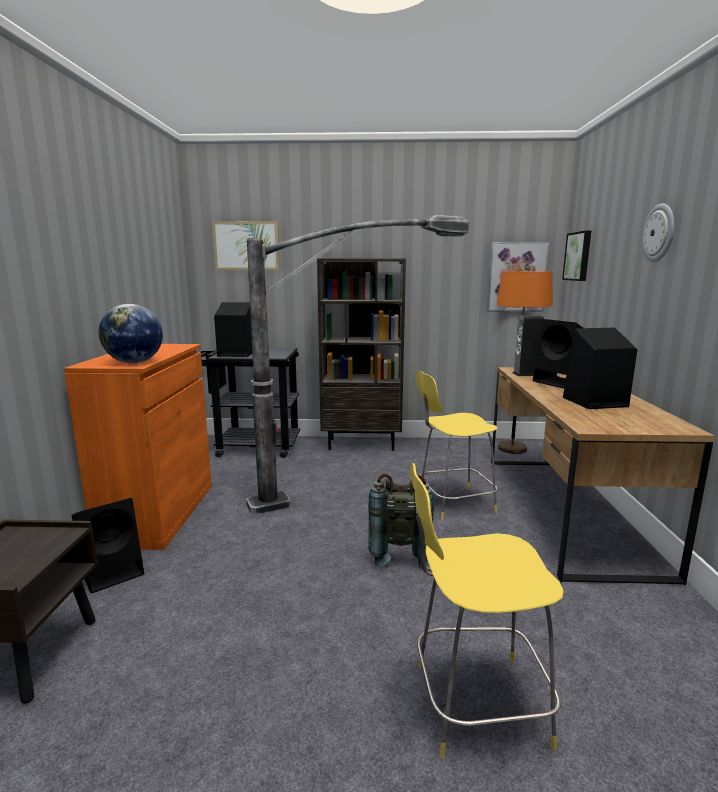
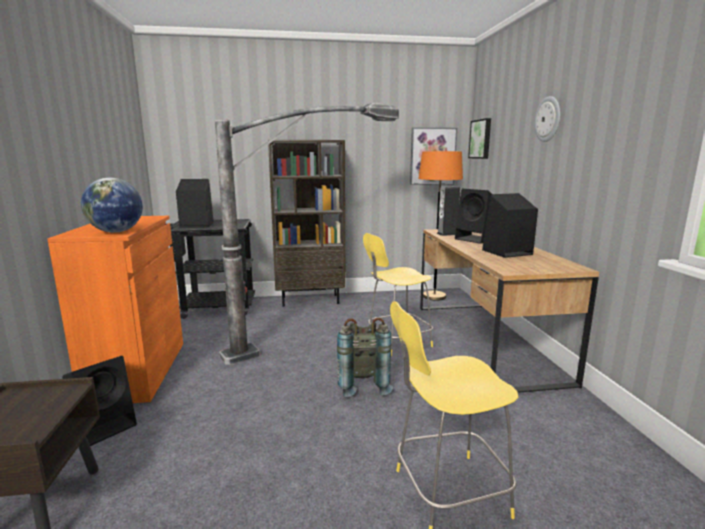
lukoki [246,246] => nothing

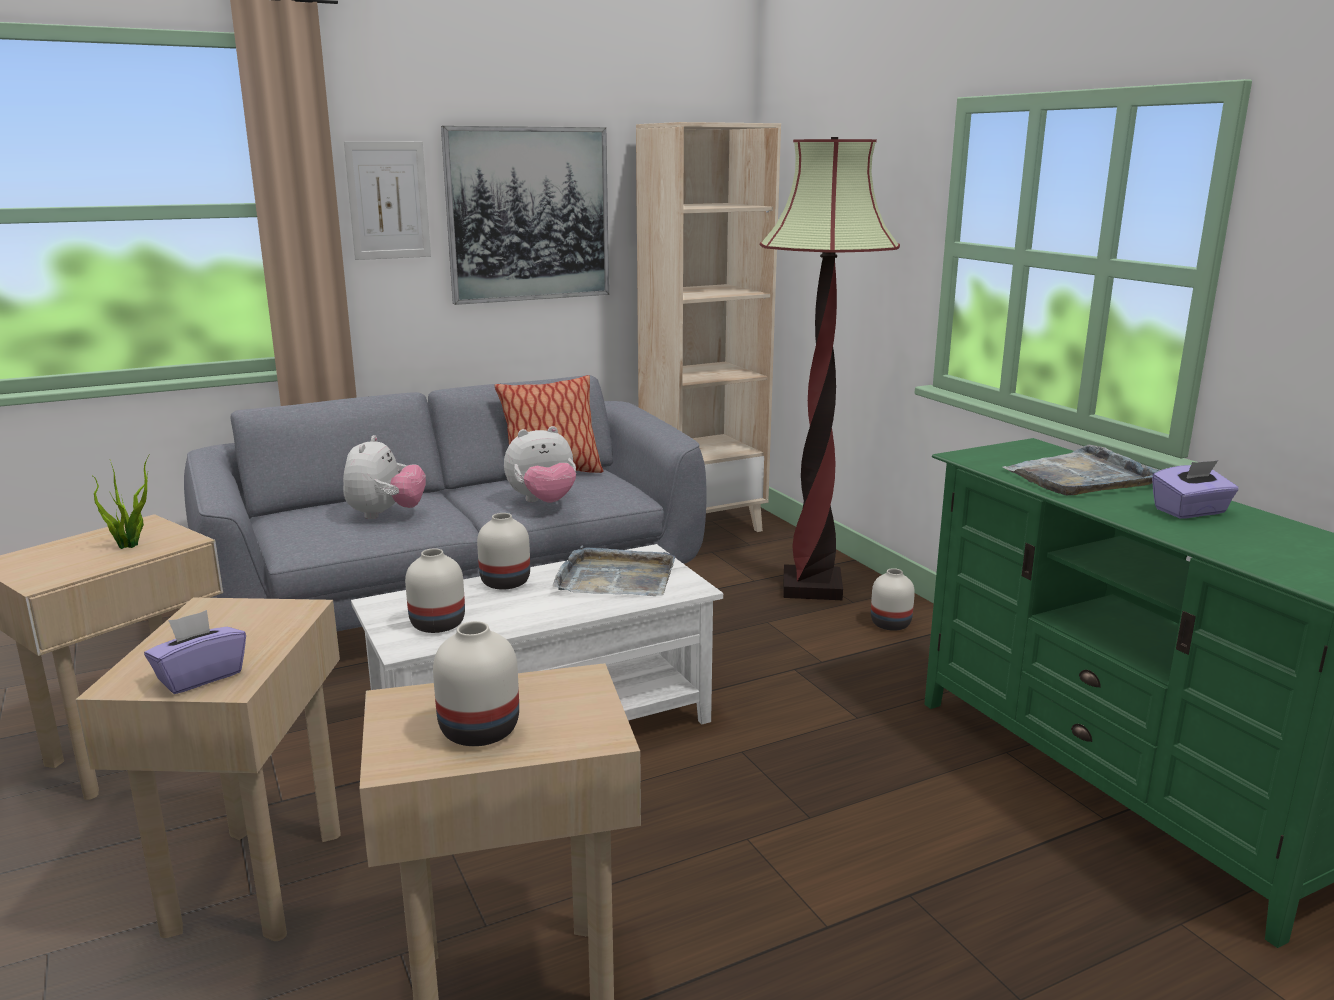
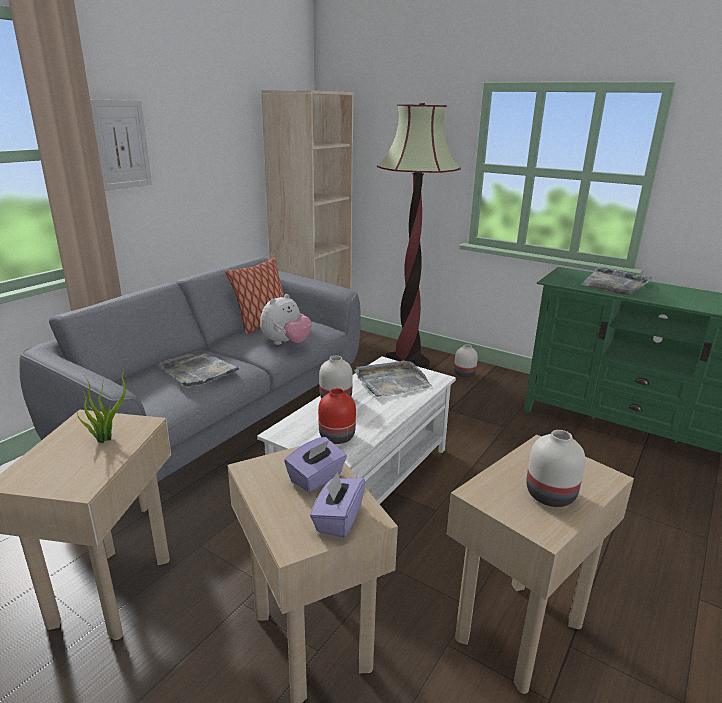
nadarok [385,514] => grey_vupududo [198,371]
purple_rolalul [1190,511] => purple_rolalul [316,478], shifted
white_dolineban [436,625] => red_dolineban [336,437]
lukoki [528,214] => nothing

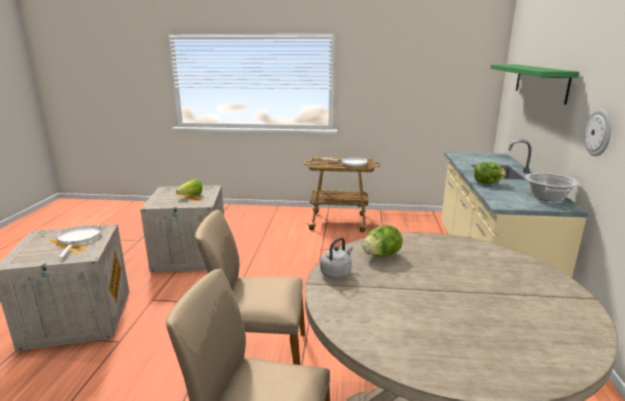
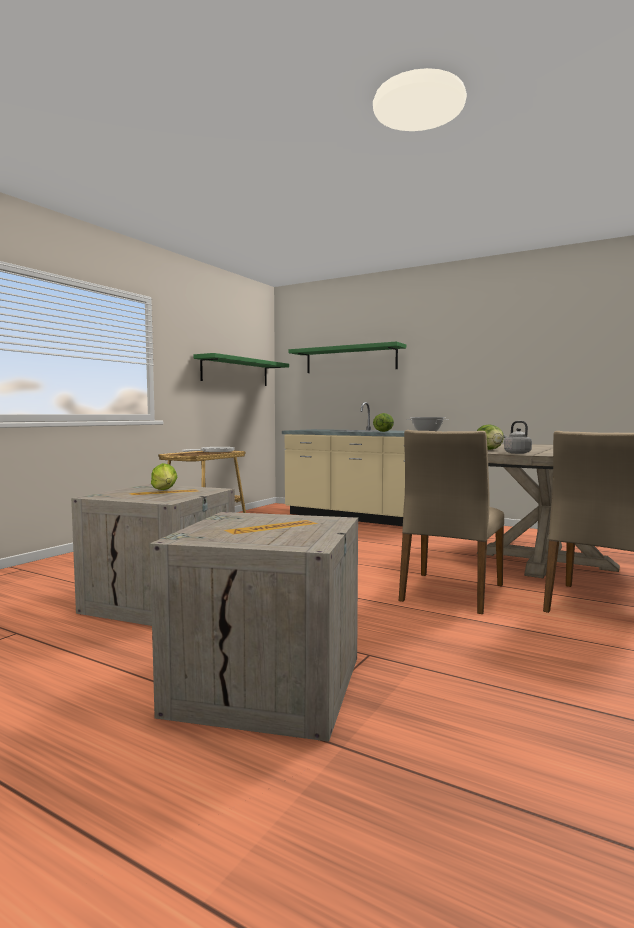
nothing => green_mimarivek [235,371]
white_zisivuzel [79,239] => nothing
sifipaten [599,133] => nothing

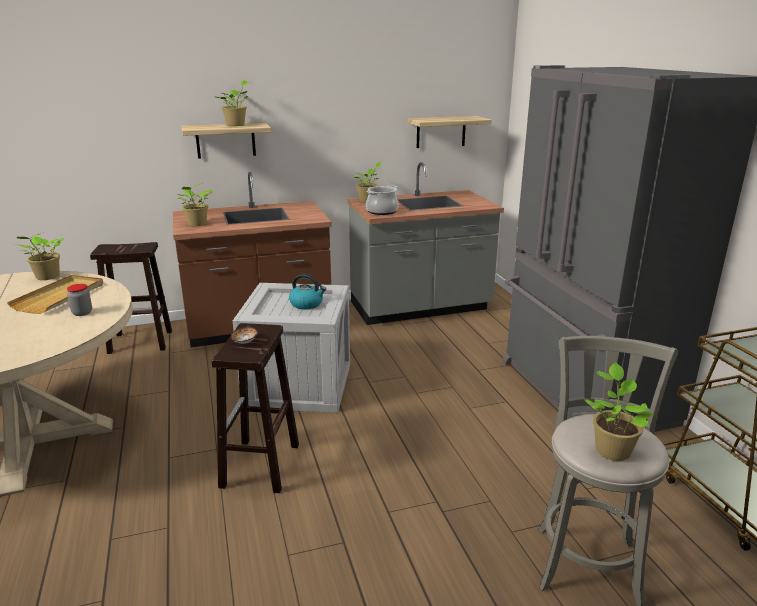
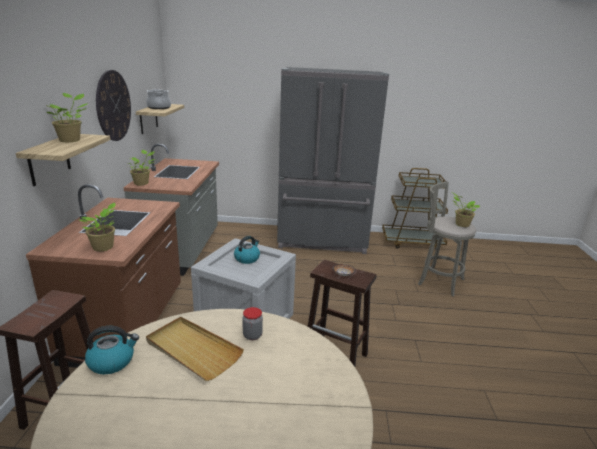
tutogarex [46,277] => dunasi [112,361]
nothing => sifipaten [113,106]
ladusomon [382,211] => ladusomon [159,107], shifted

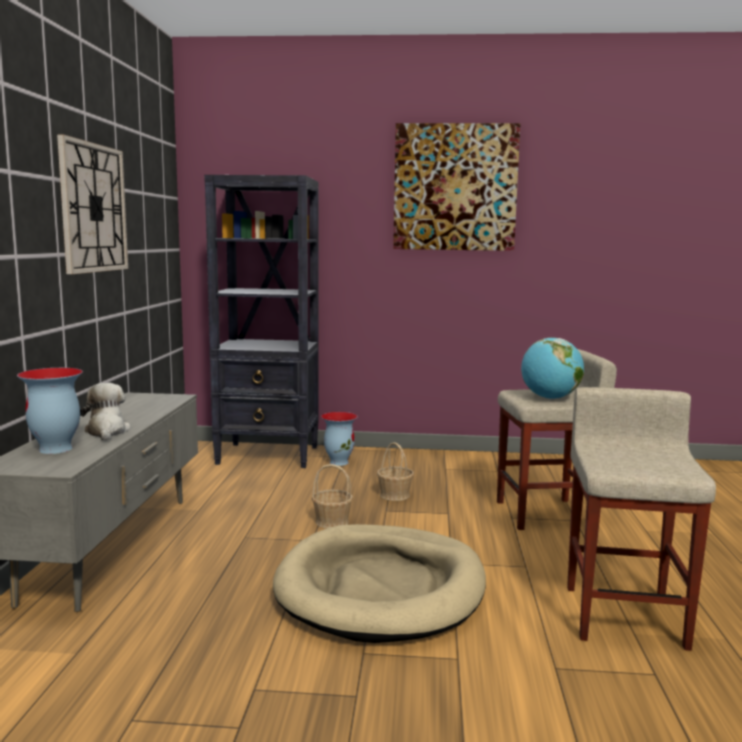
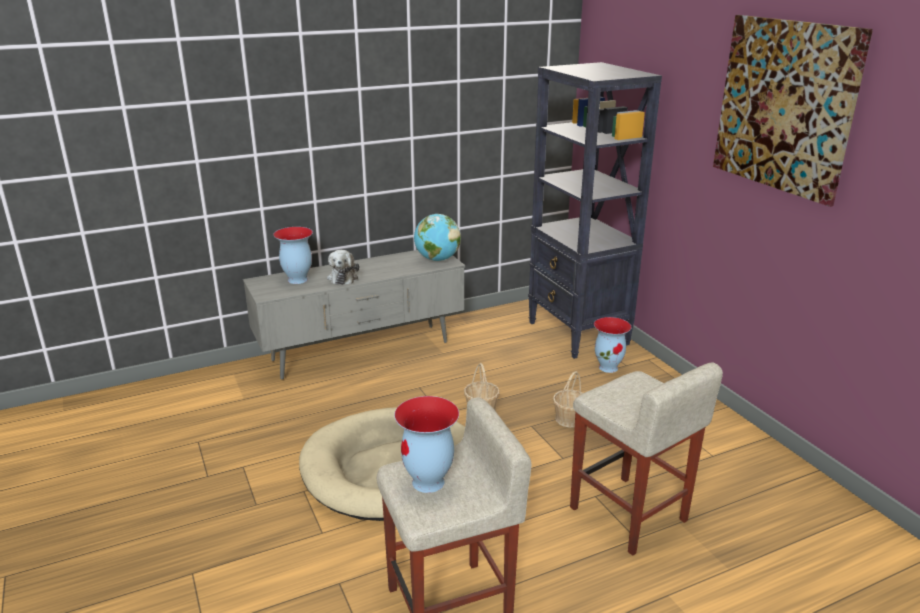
nadarok [107,432] => nadarok [343,277], 135 degrees clockwise
nothing => dolineban [429,482]
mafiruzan [550,398] => mafiruzan [437,259], shifted
sifipaten [93,208] => nothing

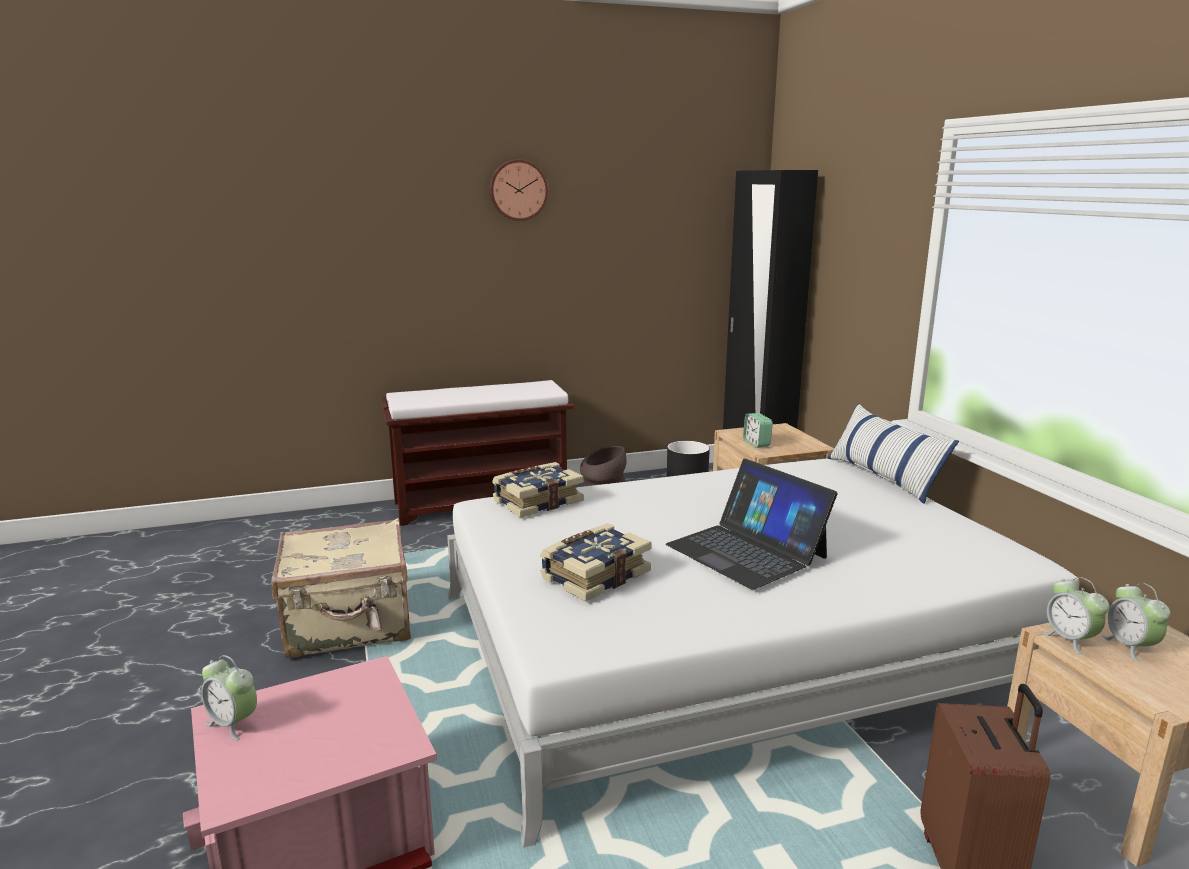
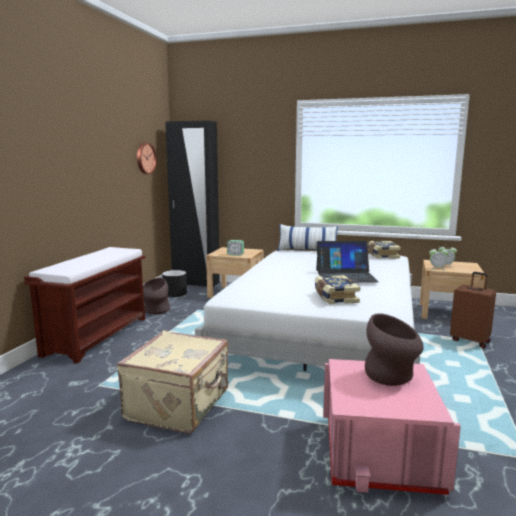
sifipaten [518,190] => sifipaten [145,158], shifted
nothing => brown_dolineban [391,377]
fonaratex [537,501] => fonaratex [382,255], shifted
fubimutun [233,723] => nothing

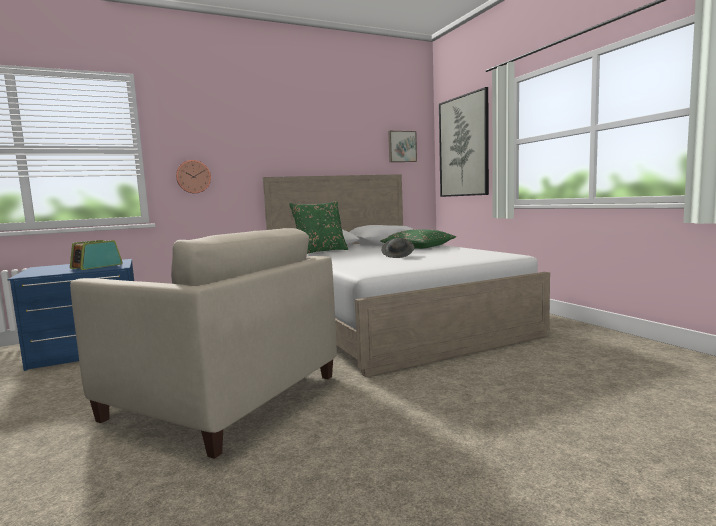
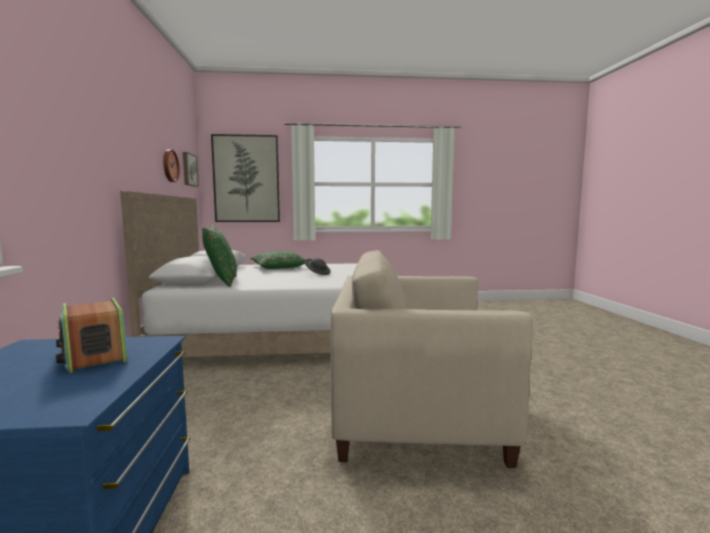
sifipaten [193,176] => sifipaten [169,165], shifted
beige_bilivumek [223,397] => beige_bilivumek [417,412], 135 degrees counterclockwise

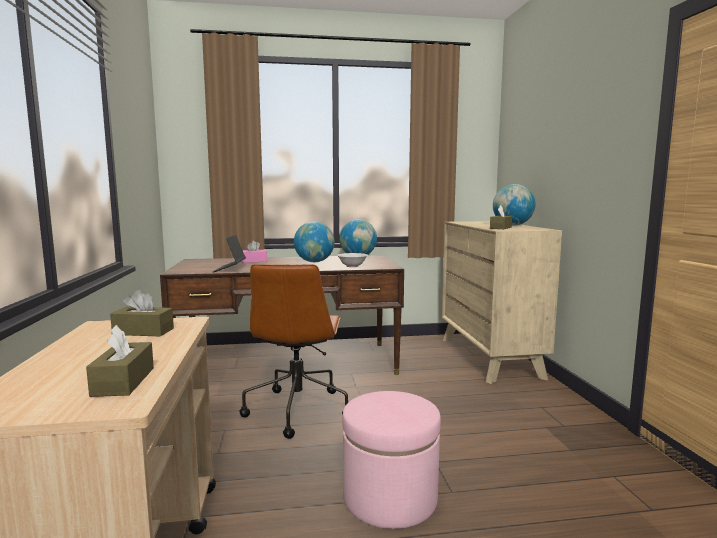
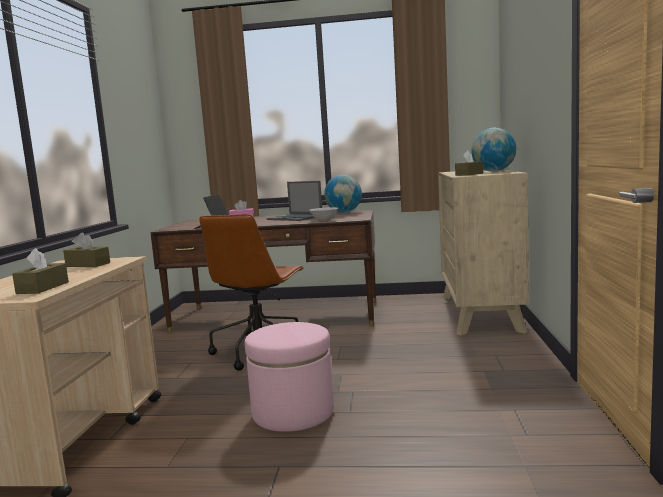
mafiruzan [314,262] => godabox [295,218]

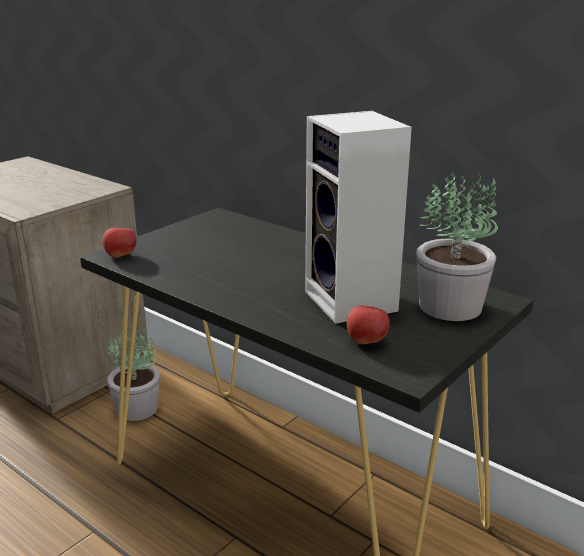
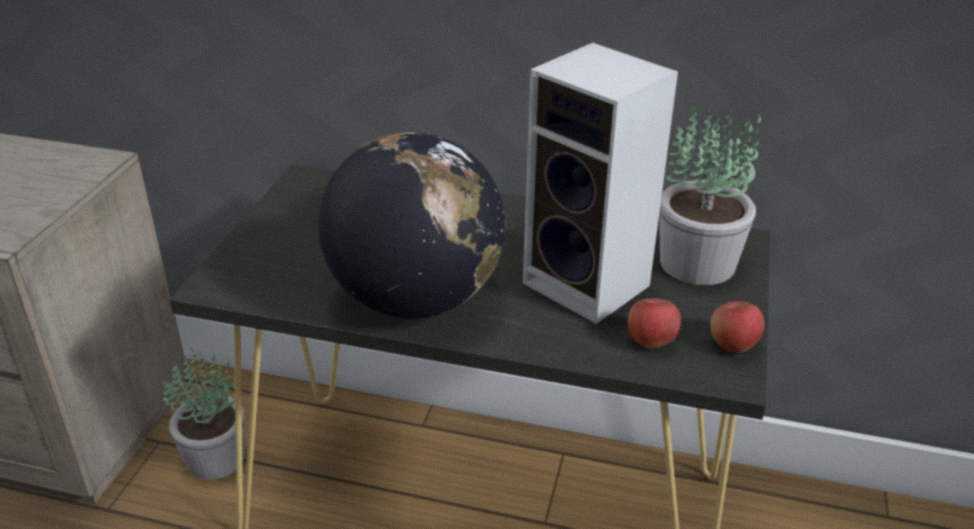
nothing => mafiruzan [416,299]
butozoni [120,256] => butozoni [733,345], shifted

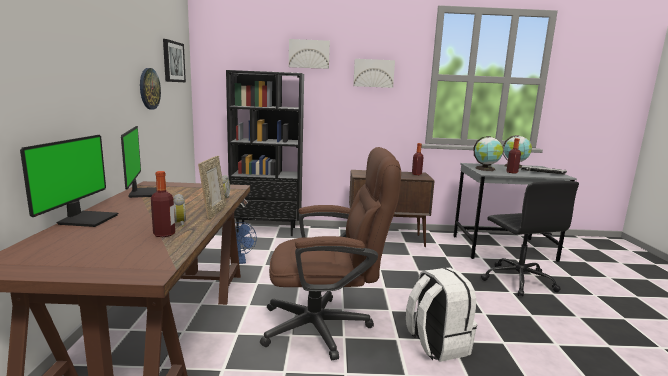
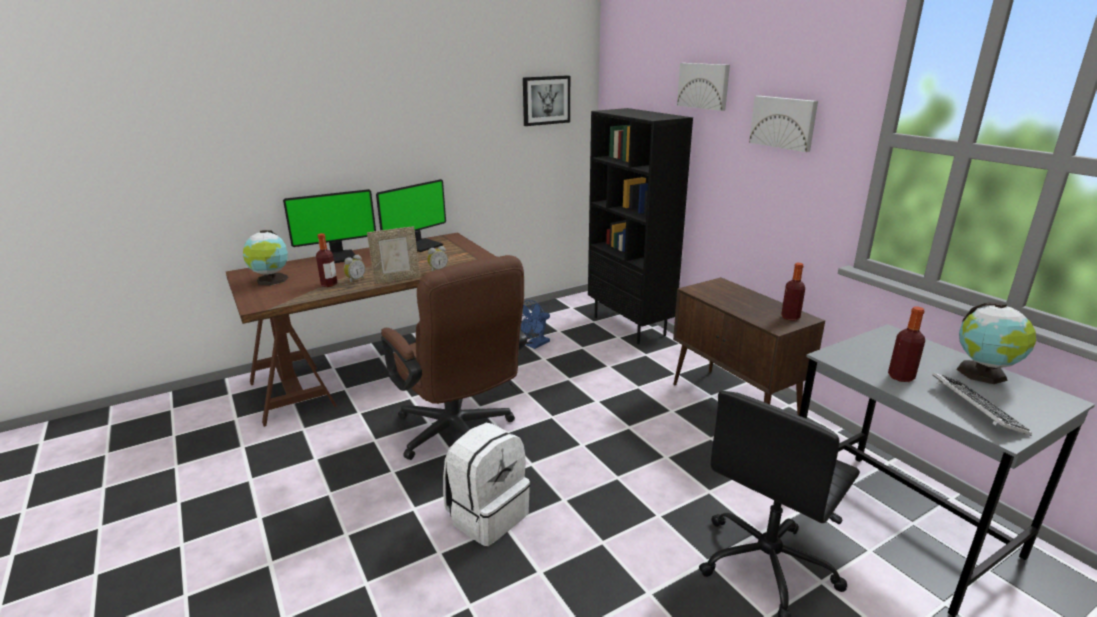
mafiruzan [486,169] => mafiruzan [271,280], shifted
sifipaten [149,88] => nothing

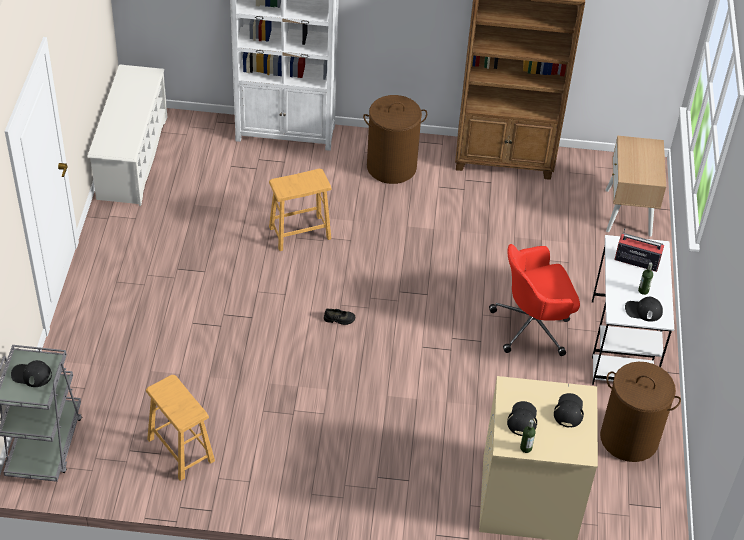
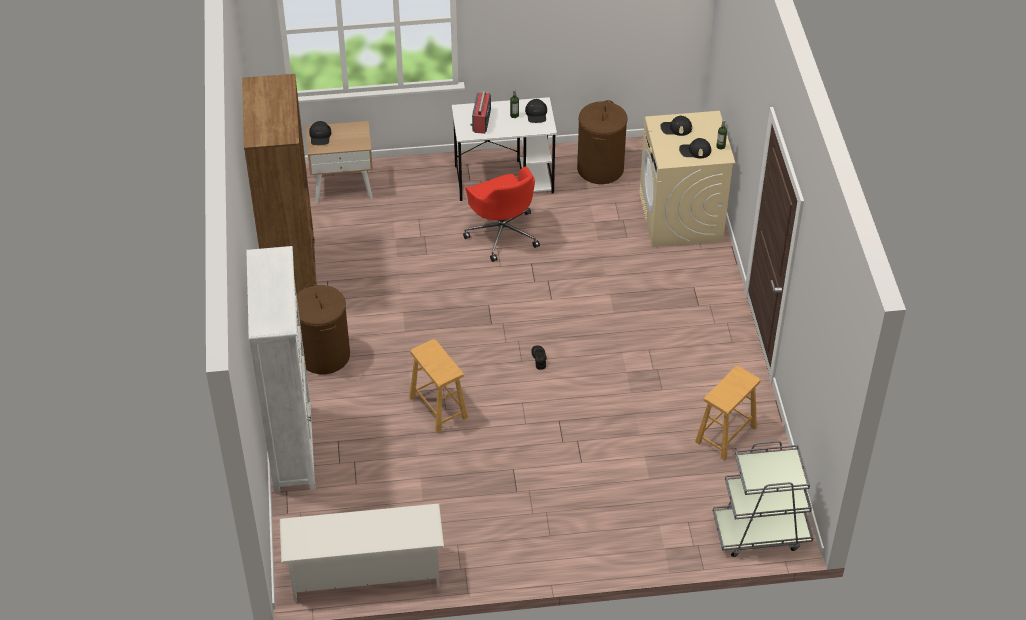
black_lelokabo [31,375] => black_lelokabo [320,136], shifted

